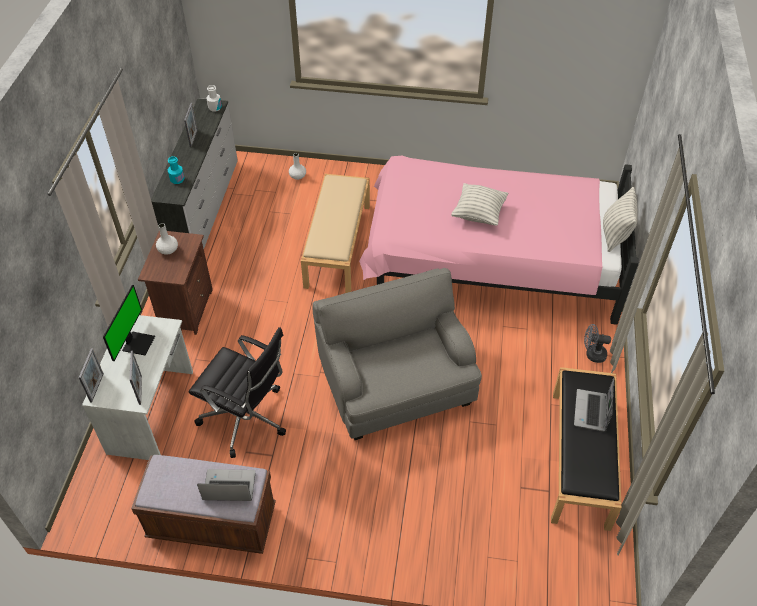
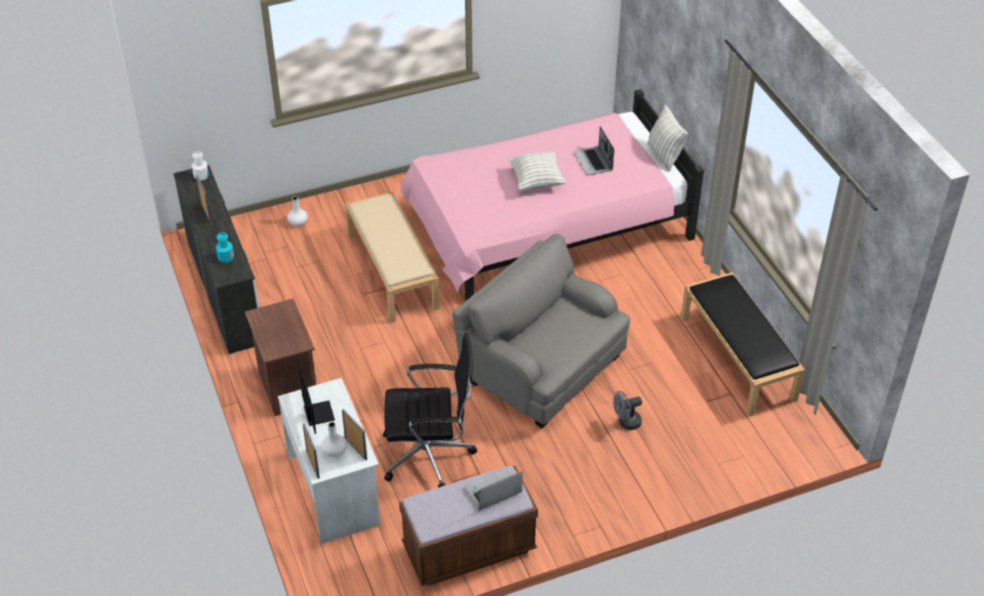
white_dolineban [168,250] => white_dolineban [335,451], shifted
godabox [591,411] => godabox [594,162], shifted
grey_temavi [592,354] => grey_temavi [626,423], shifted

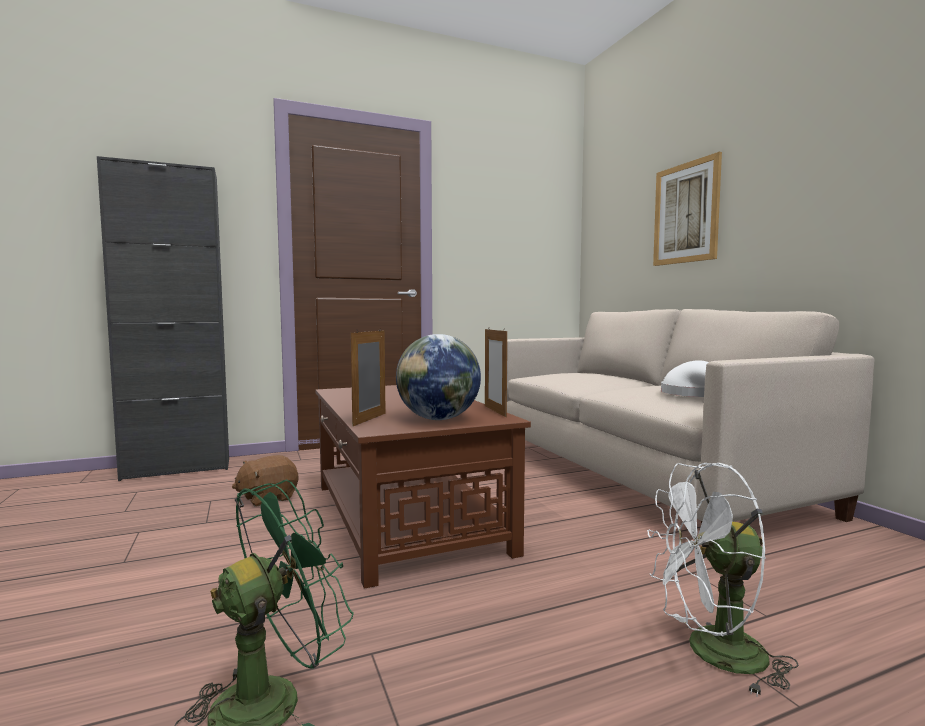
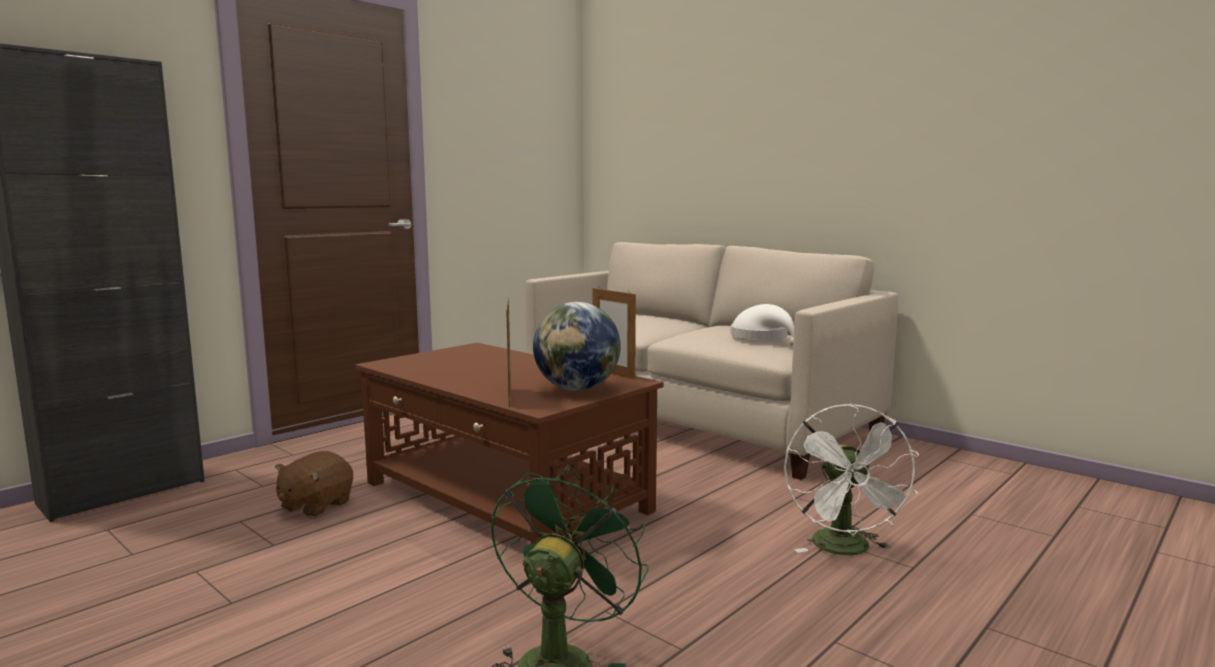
white_temavi [712,654] => white_temavi [846,550], 60 degrees counterclockwise
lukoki [686,213] => nothing

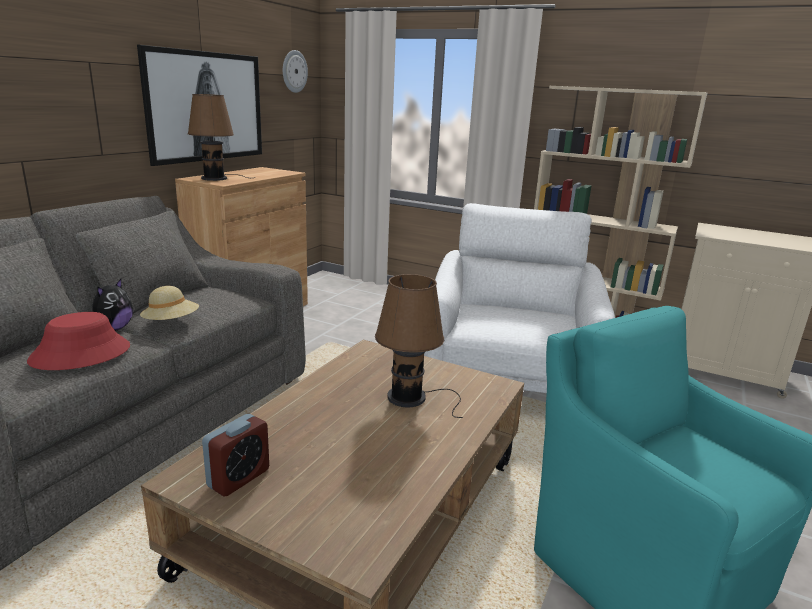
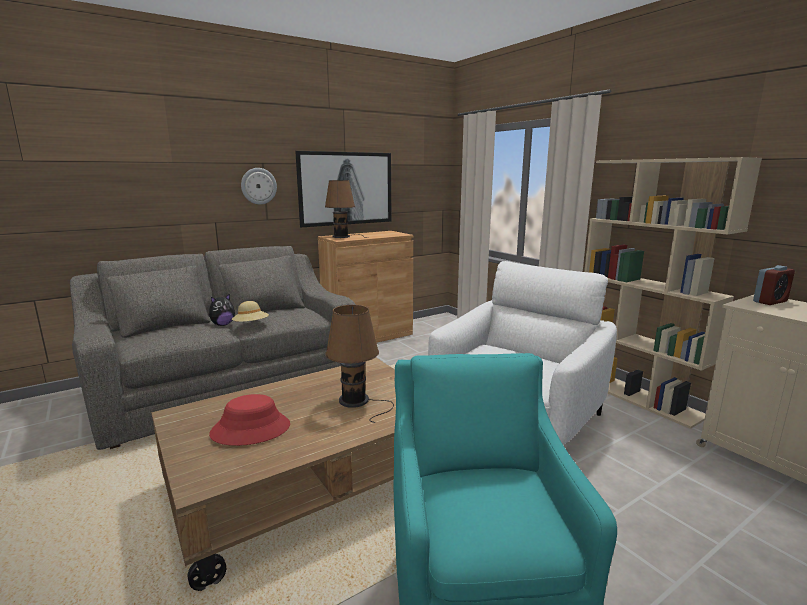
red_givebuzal [81,354] => red_givebuzal [251,429], shifted
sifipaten [294,71] => sifipaten [258,186], shifted
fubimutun [238,478] => fubimutun [770,301], shifted

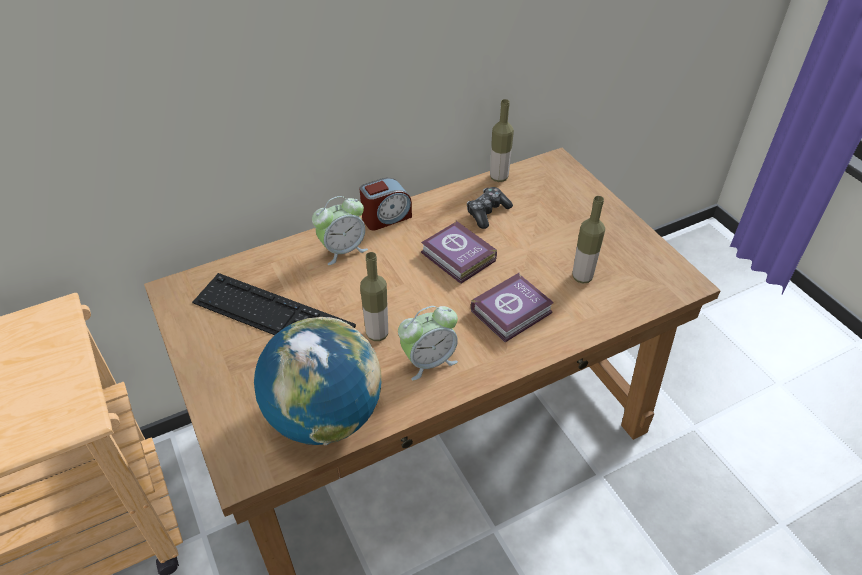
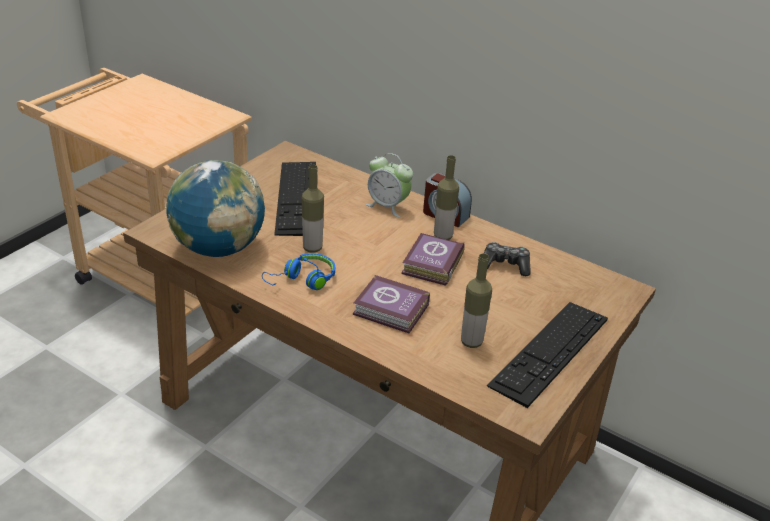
fubimutun [428,361] => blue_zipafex [303,280]
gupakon [499,177] => gupakon [442,236], shifted
nothing => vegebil [550,351]

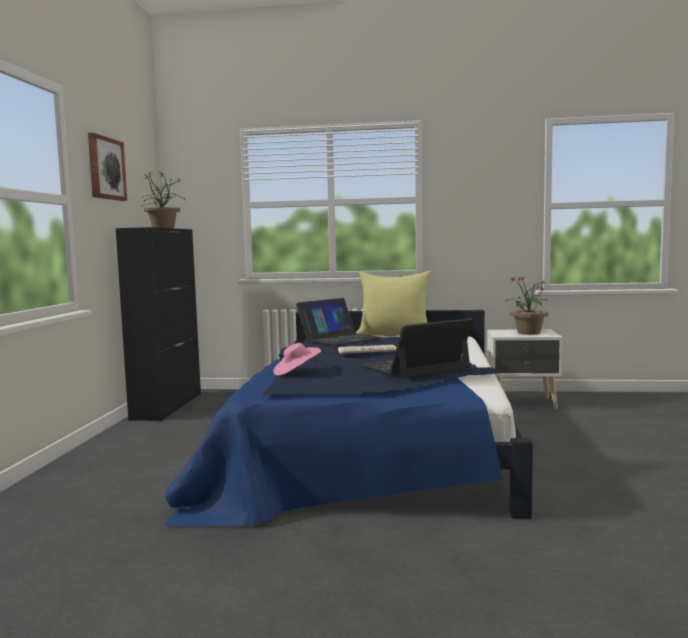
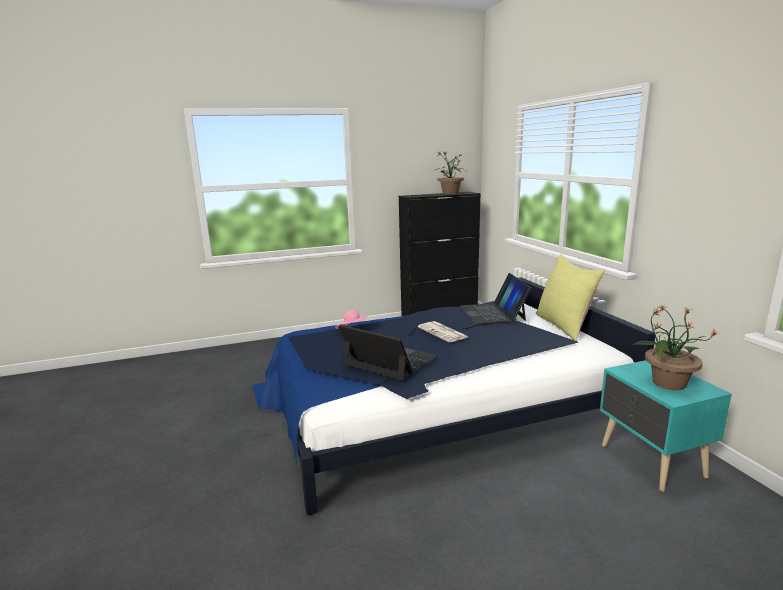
godabox [339,338] => godabox [492,313], 60 degrees clockwise
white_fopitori [523,403] => turquoise_fopitori [651,462]
lukoki [105,168] => nothing

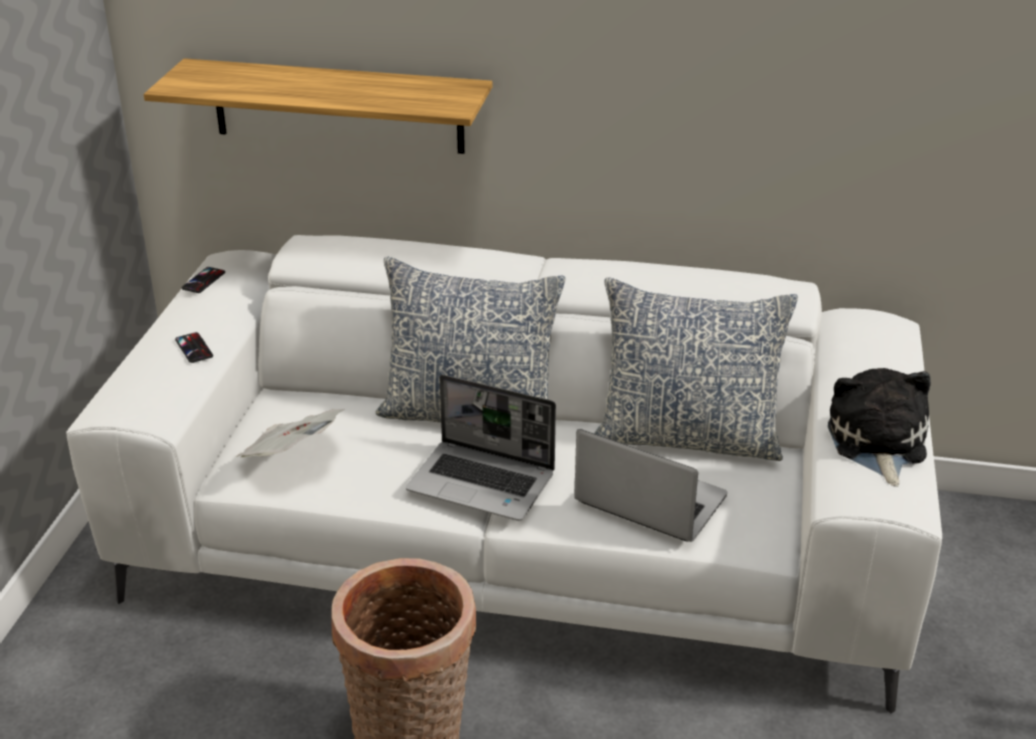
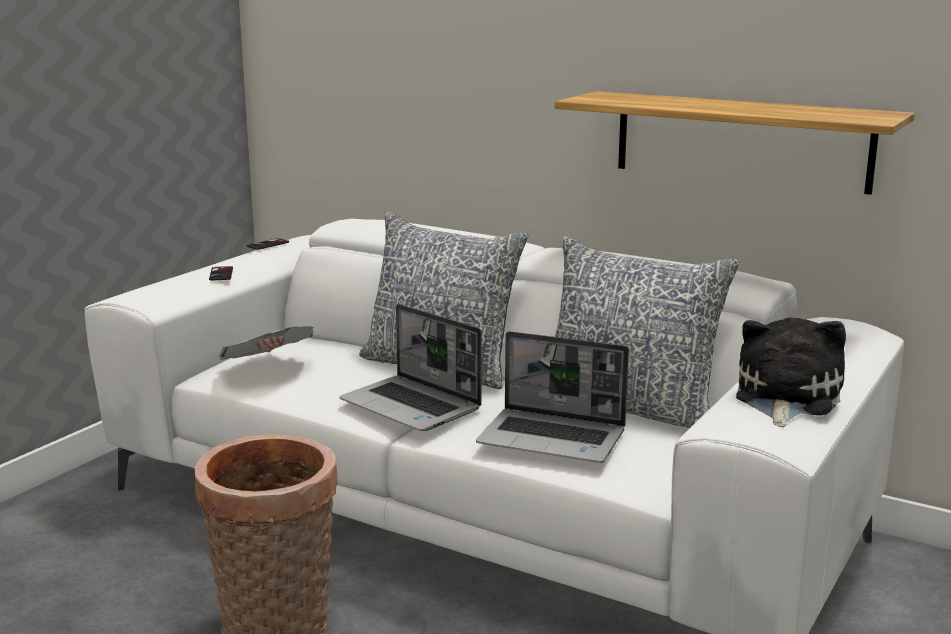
godabox [648,501] => godabox [554,438], 150 degrees clockwise
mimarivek [337,106] => mimarivek [741,141], shifted

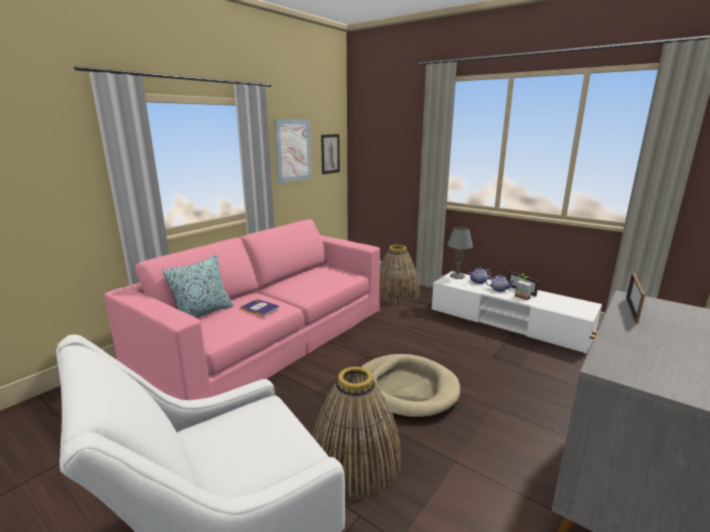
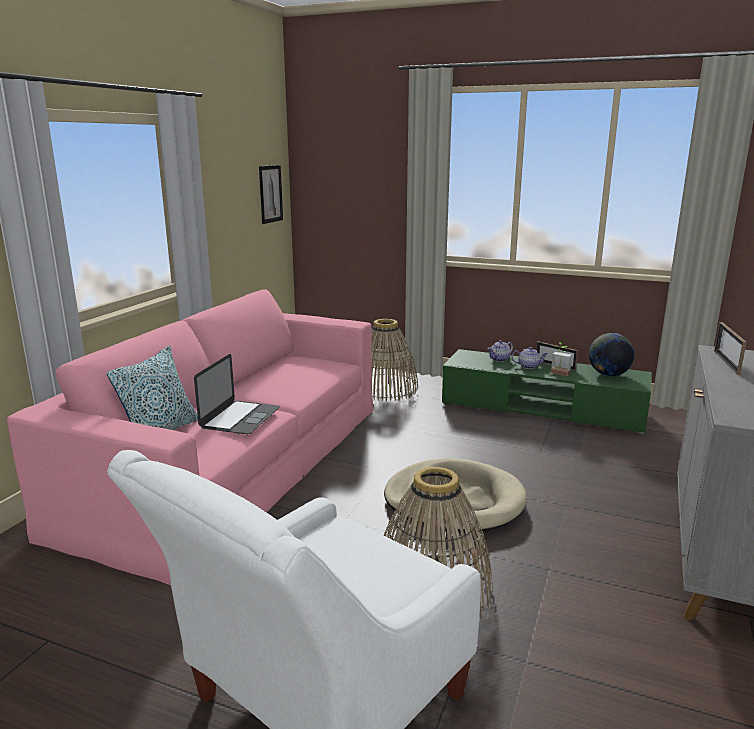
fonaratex [260,308] => godabox [240,417]
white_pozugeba [508,322] => green_pozugeba [542,408]
nothing => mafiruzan [608,375]
lukoki [293,150] => nothing
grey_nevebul [457,276] => nothing

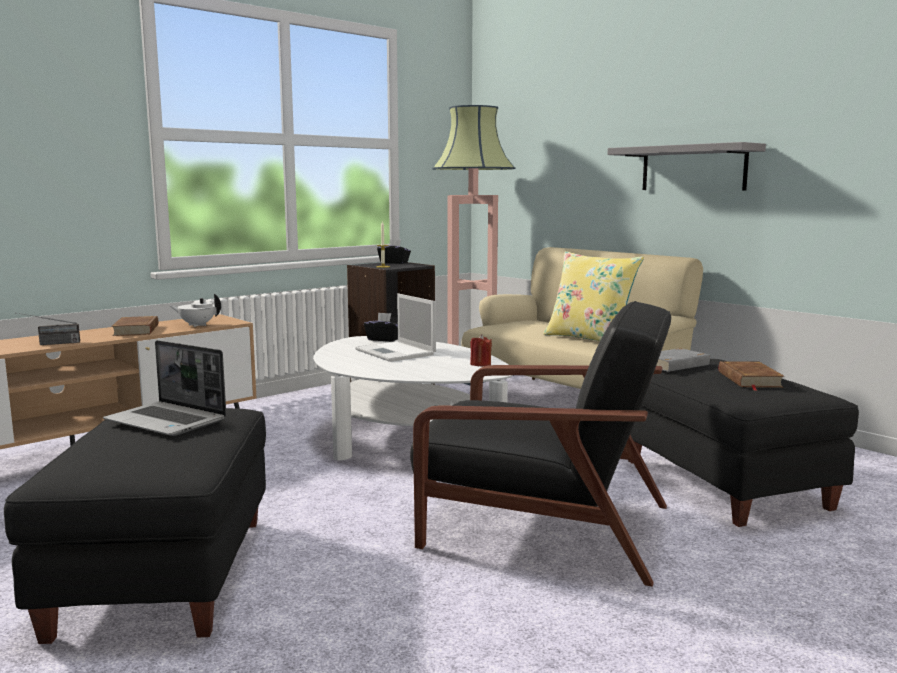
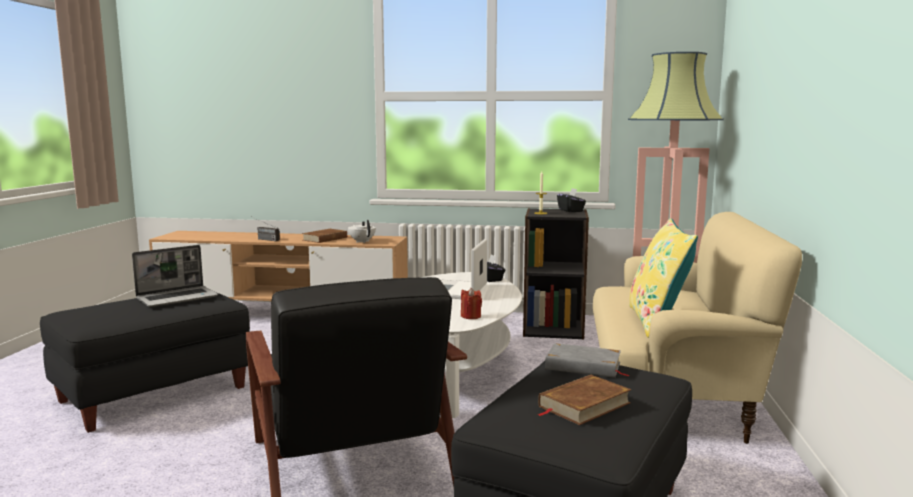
godabox [168,421] => godabox [178,298], 120 degrees counterclockwise
grey_mimarivek [693,168] => nothing

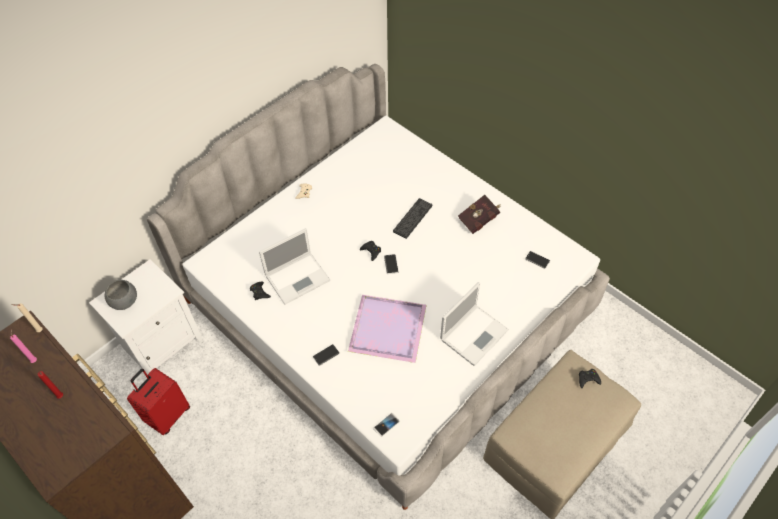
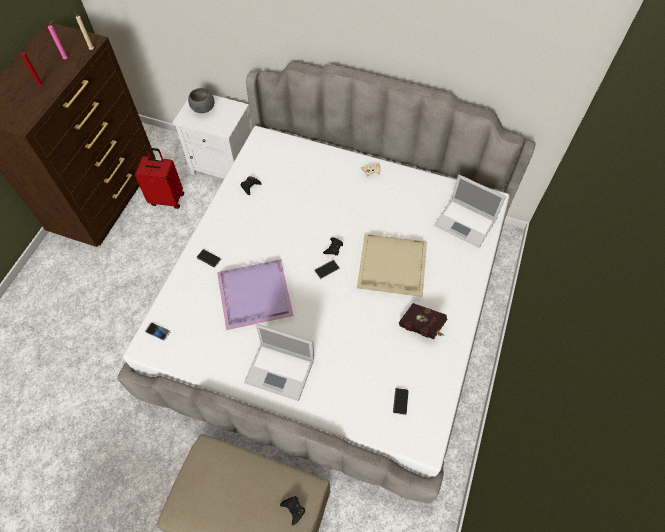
vegebil [412,218] => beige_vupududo [391,266]
godabox [298,277] => godabox [466,223], shifted

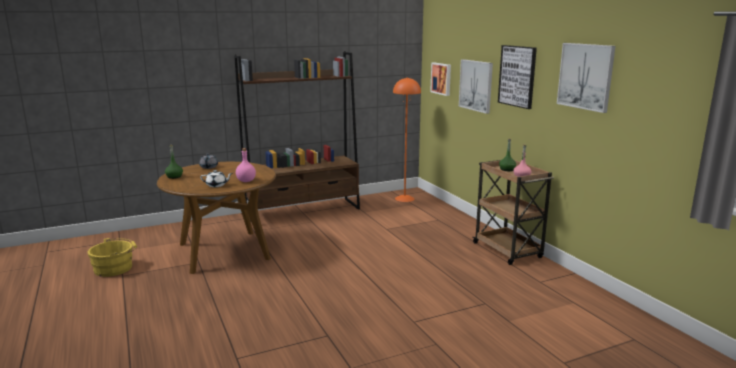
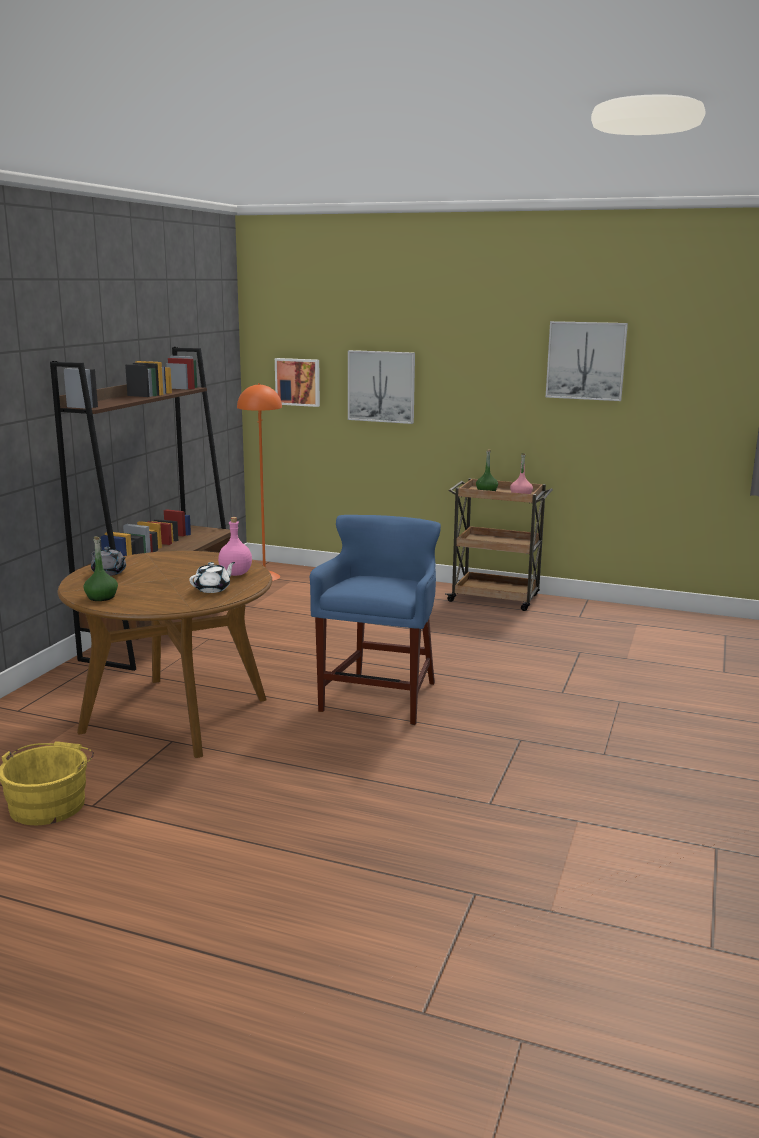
nothing => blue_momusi [380,698]
lukoki [517,76] => nothing

